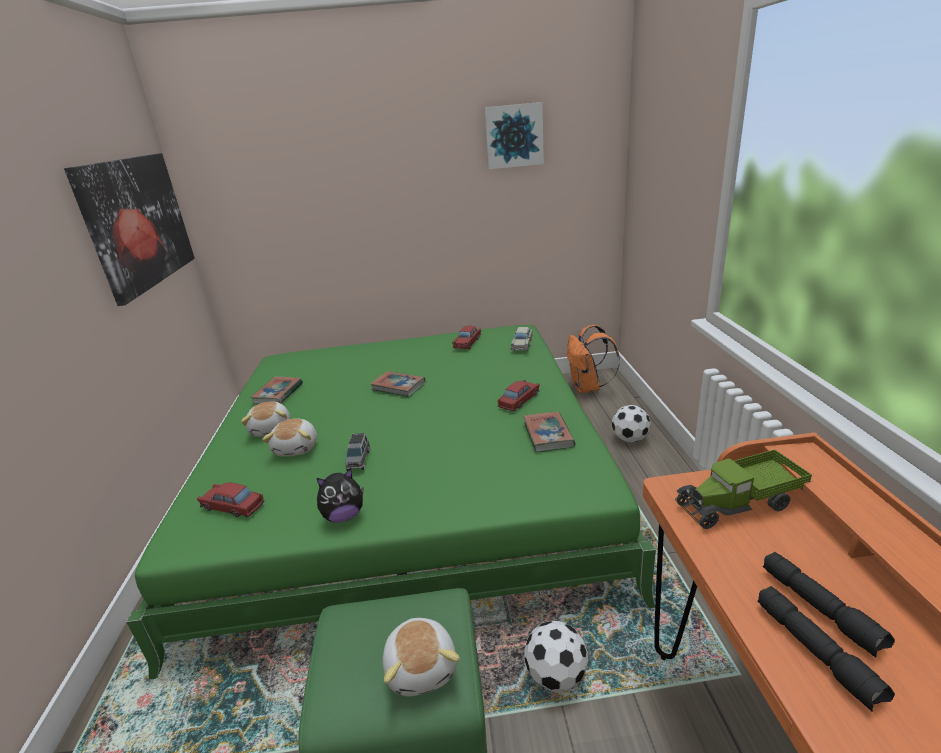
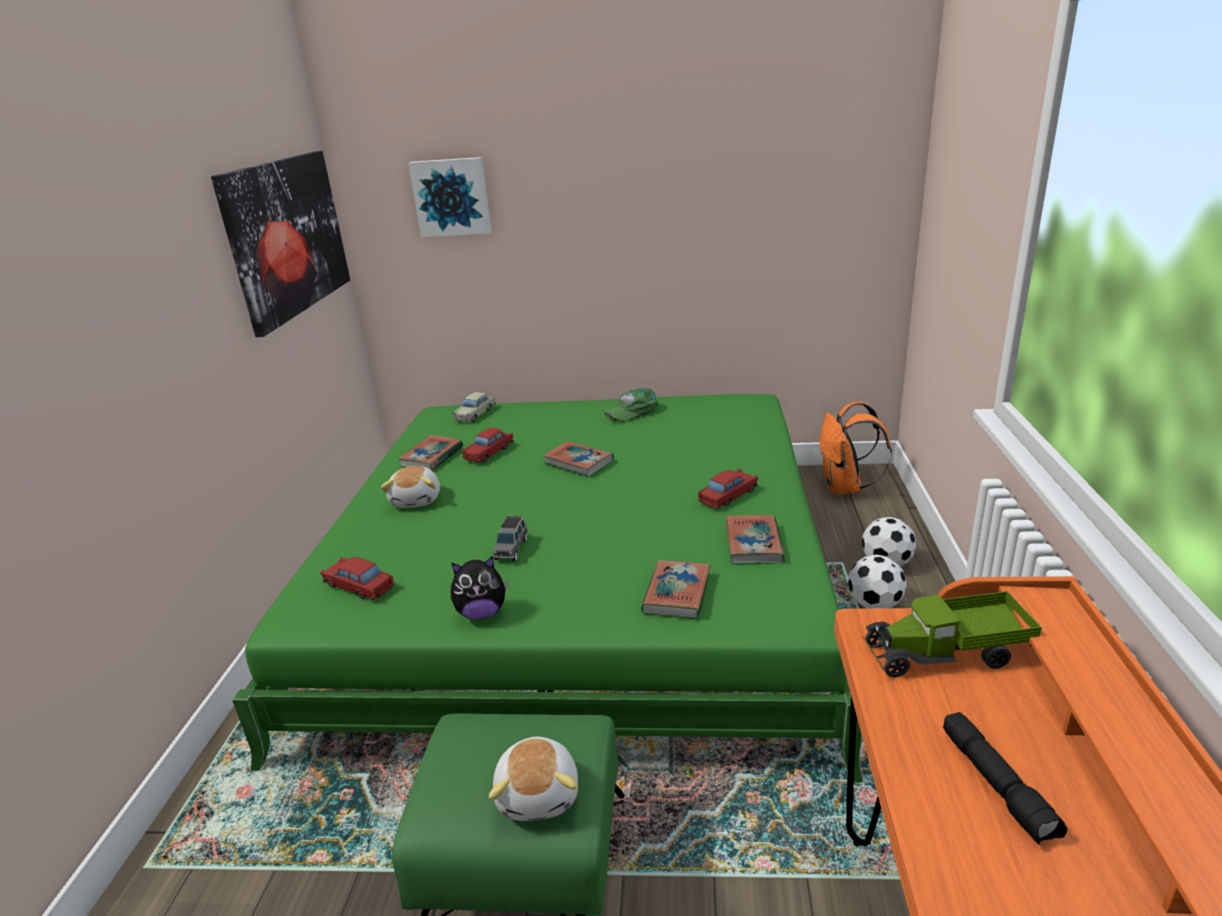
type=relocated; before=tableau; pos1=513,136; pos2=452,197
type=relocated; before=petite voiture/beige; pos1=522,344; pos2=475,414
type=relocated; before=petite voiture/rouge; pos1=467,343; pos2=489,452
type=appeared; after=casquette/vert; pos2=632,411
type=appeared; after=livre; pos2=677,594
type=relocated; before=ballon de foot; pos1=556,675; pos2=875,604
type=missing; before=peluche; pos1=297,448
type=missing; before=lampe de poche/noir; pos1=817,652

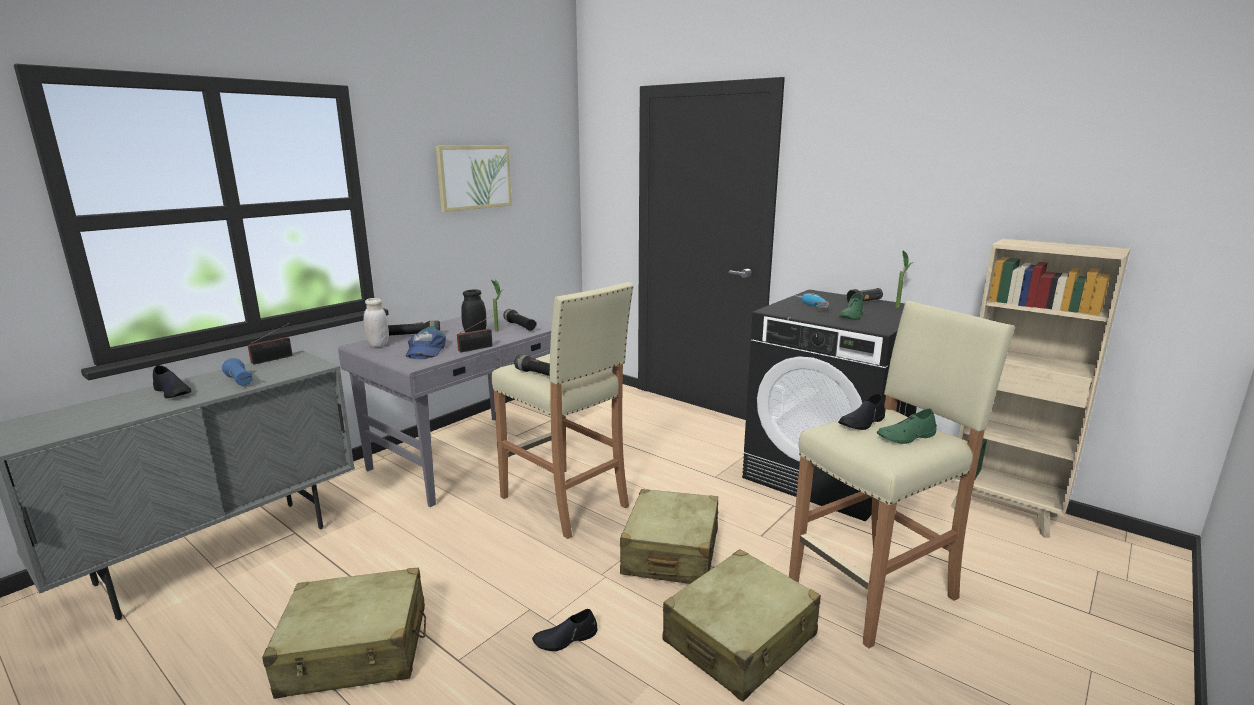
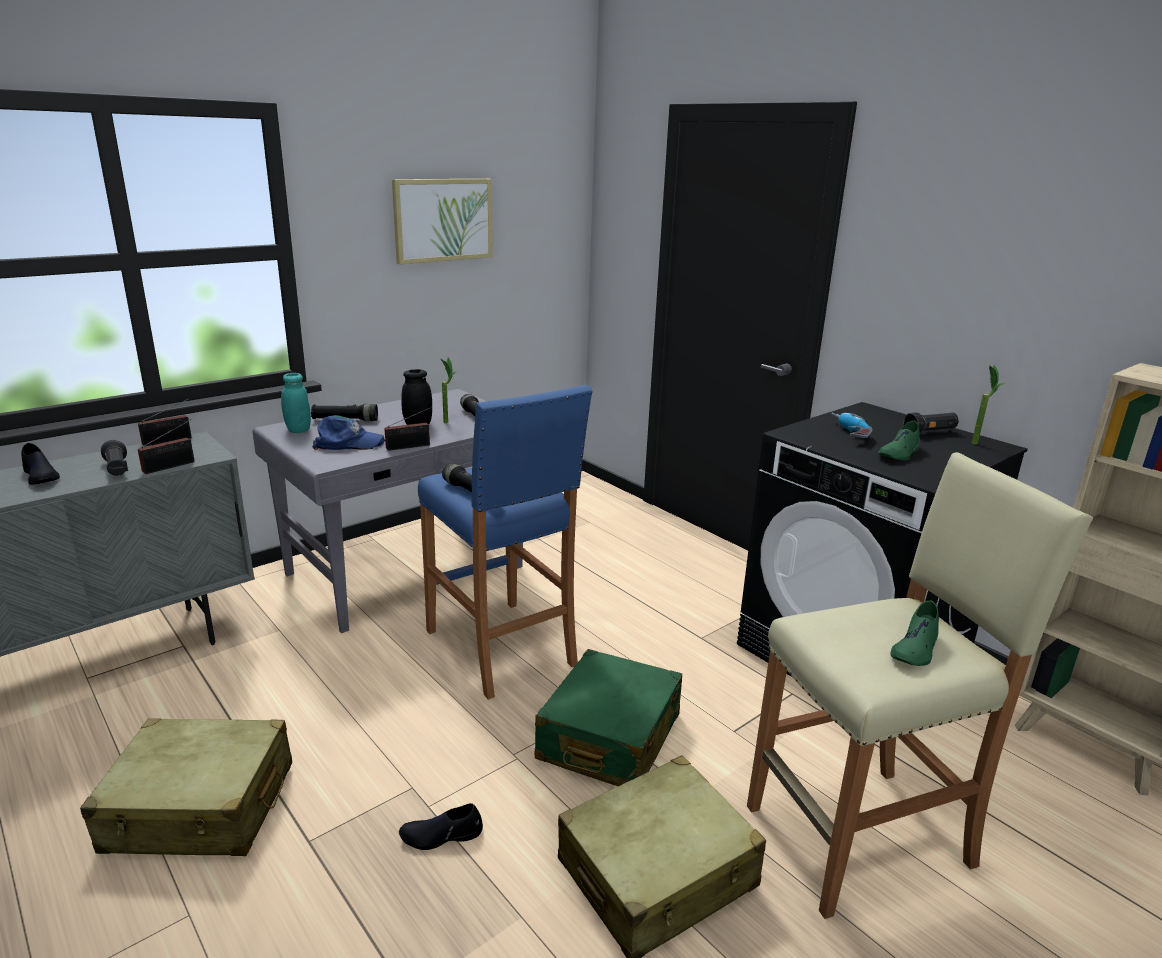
type=colour; before=lampe de poche/bleu; after=lampe de poche/noir; pos1=239,381; pos2=117,469
type=appeared; after=radio; pos2=172,466
type=colour; before=bocal/blanc; after=bocal/turquoise; pos1=378,344; pos2=298,430
type=spun; before=casquette/bleu; pos1=425,350; pos2=348,443; turn=-105
type=colour; before=tabouret/beige; after=tabouret/bleu; pos1=565,502; pos2=501,648
type=colour; before=valise/beige; after=valise/vert; pos1=671,552; pos2=609,737
type=spun; before=chaussure/vert; pos1=906,437; pos2=915,648; turn=-45
type=missing; before=chaussure/noir; pos1=862,422

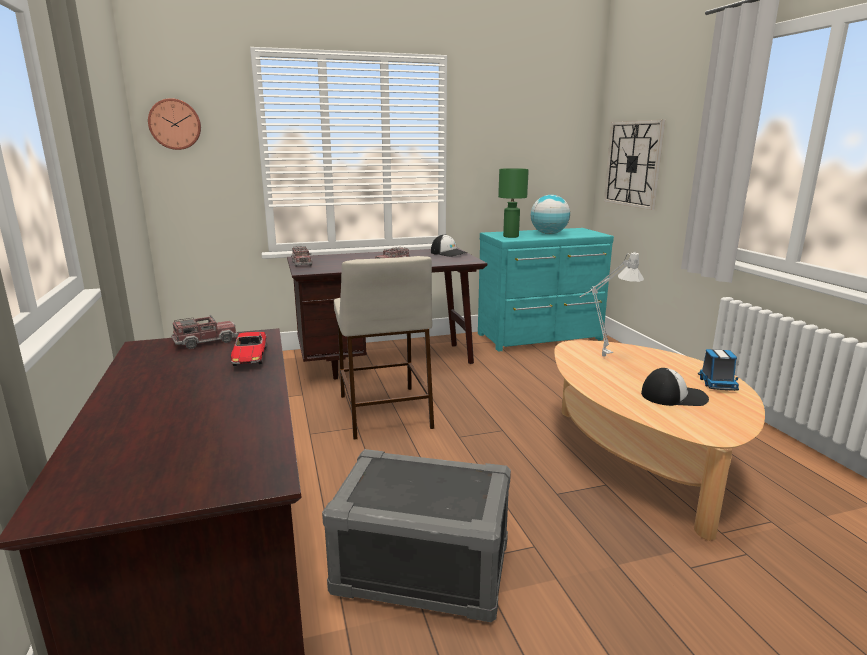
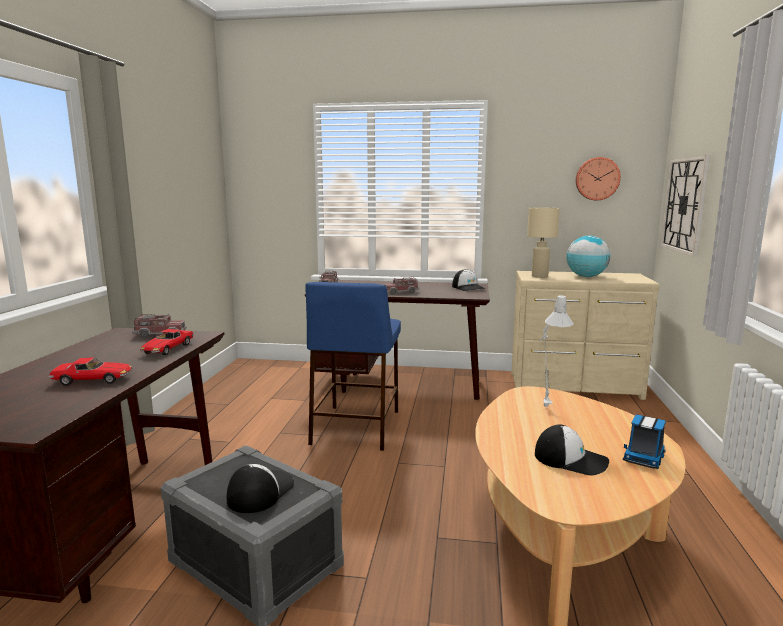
type=appeared; after=petite voiture; pos2=93,380
type=appeared; after=casquette; pos2=260,492
type=colour; before=tabouret/beige; after=tabouret/bleu; pos1=384,410; pos2=356,426
type=colour; before=commode/turquoise; after=commode/beige; pos1=541,337; pos2=575,386
type=colour; before=lampe de table/vert; after=lampe de table/beige; pos1=511,236; pos2=539,276
type=relocated; before=horloge murale; pos1=175,124; pos2=597,178

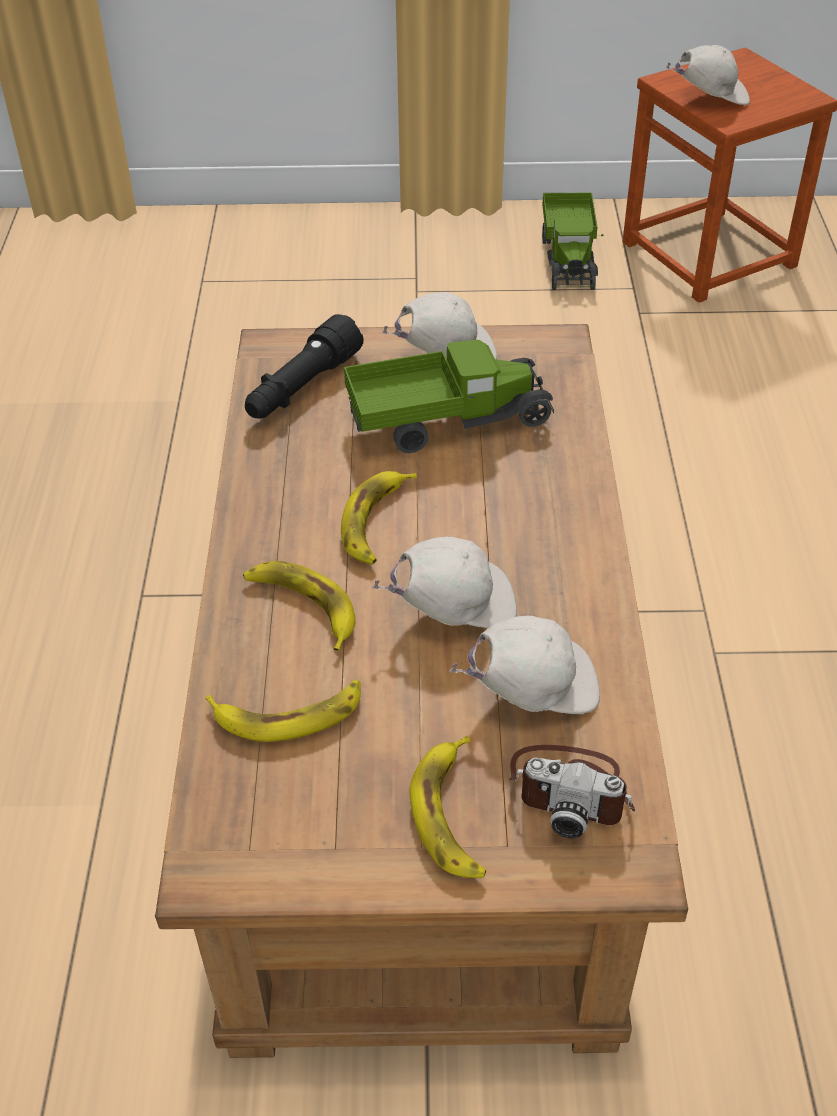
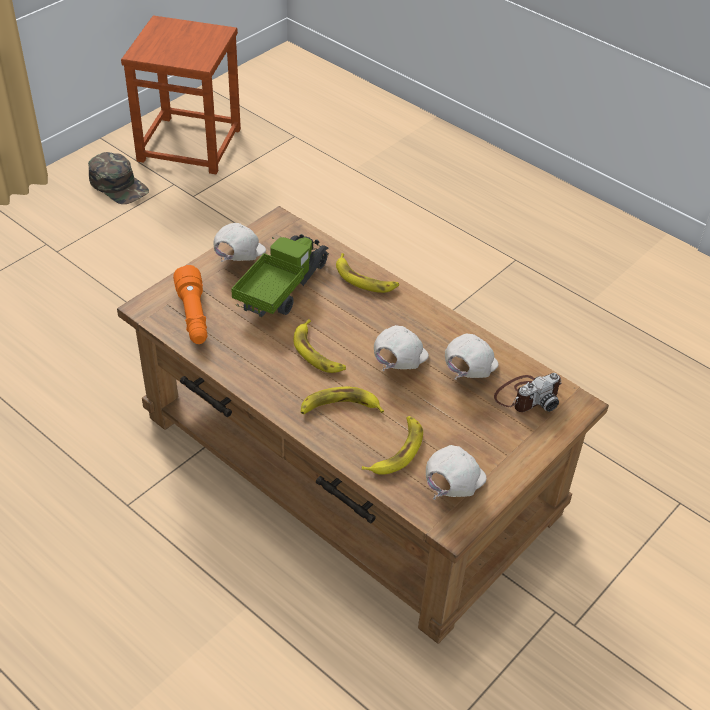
type=exchanged; before=camion jouet; after=casquette/vert; pos1=569,258; pos2=119,185
type=colour; before=lampe de poche/noir; after=lampe de poche/orange; pos1=302,387; pos2=193,316
type=relocated; before=banane; pos1=452,815; pos2=364,279
type=relocated; before=casquette/blanc; pos1=709,98; pos2=451,486

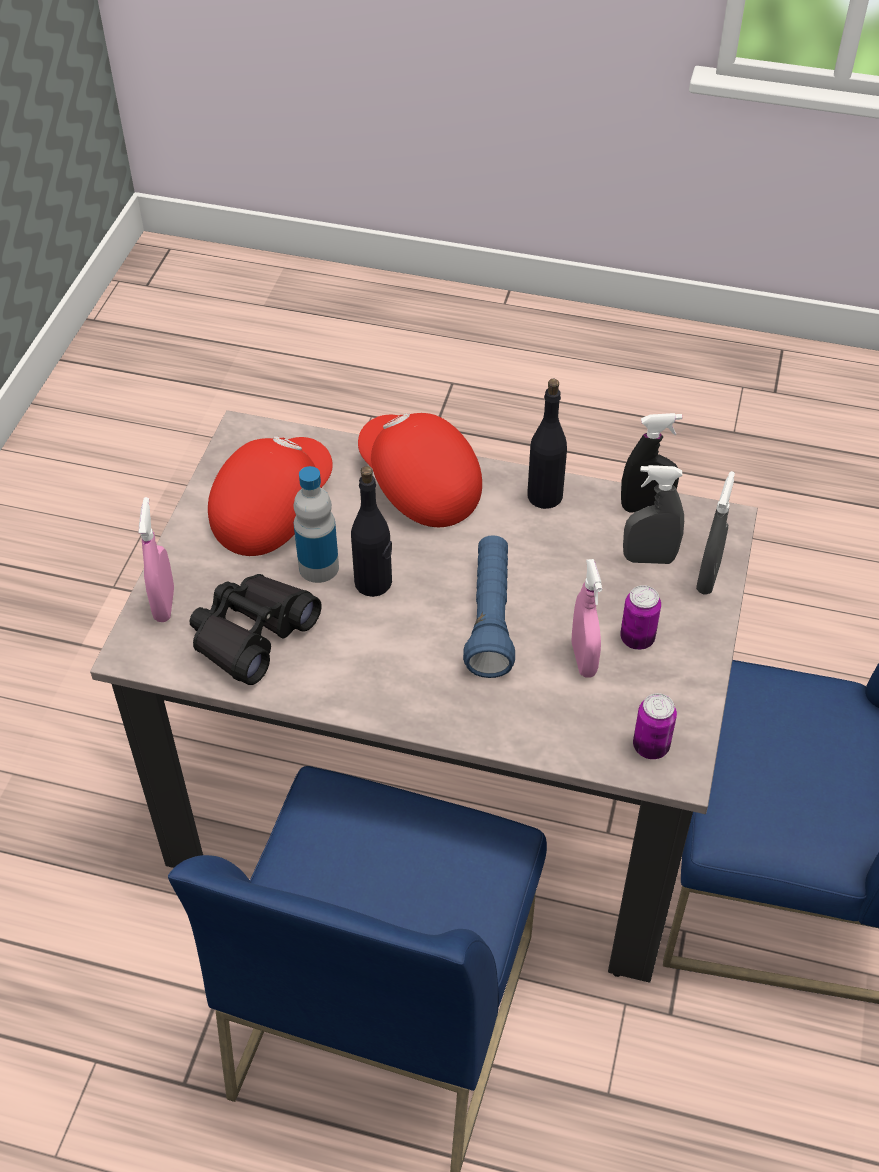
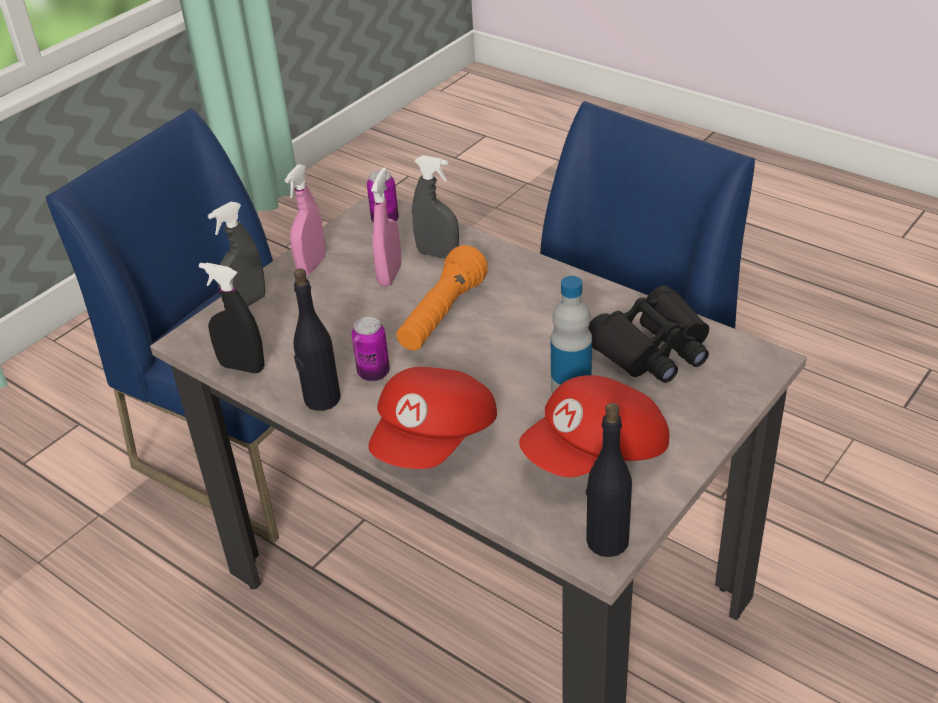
type=relocated; before=vaporisateur/rose; pos1=164,604; pos2=311,265
type=relocated; before=boîte métallique; pos1=637,639; pos2=373,373
type=spun; before=casquette/rouge; pos1=418,485; pos2=435,440; turn=45
type=colour; before=lampe de poche/bleu; after=lampe de poche/orange; pos1=490,618; pos2=442,316
type=relocated; before=vaporisateur/gris; pos1=649,559; pos2=437,254
type=relocated; before=bouteille/noir; pos1=373,583; pos2=607,541

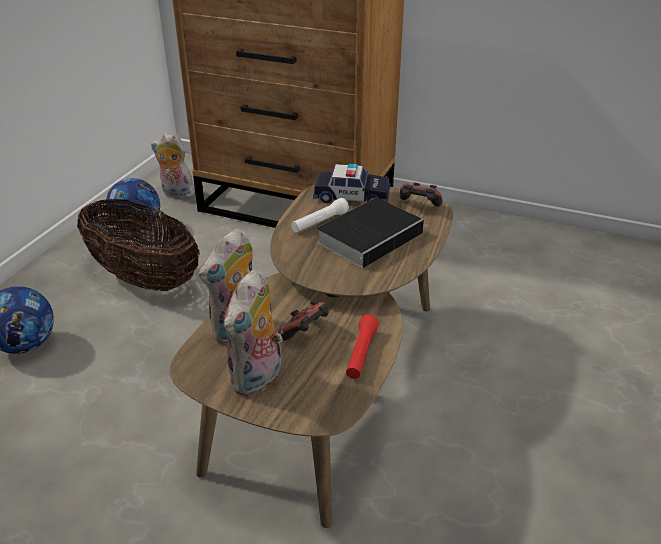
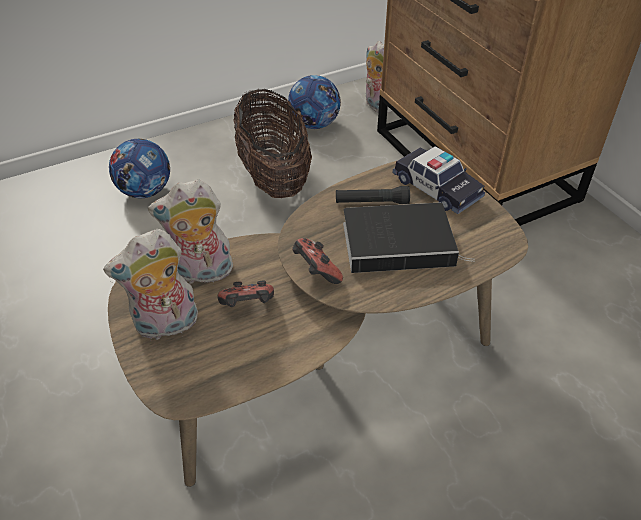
type=relocated; before=manette; pos1=418,207; pos2=315,272
type=colour; before=lampe de poche/blanc; after=lampe de poche/noir; pos1=320,222; pos2=372,202
type=missing; before=lampe de poche/rouge; pos1=361,353

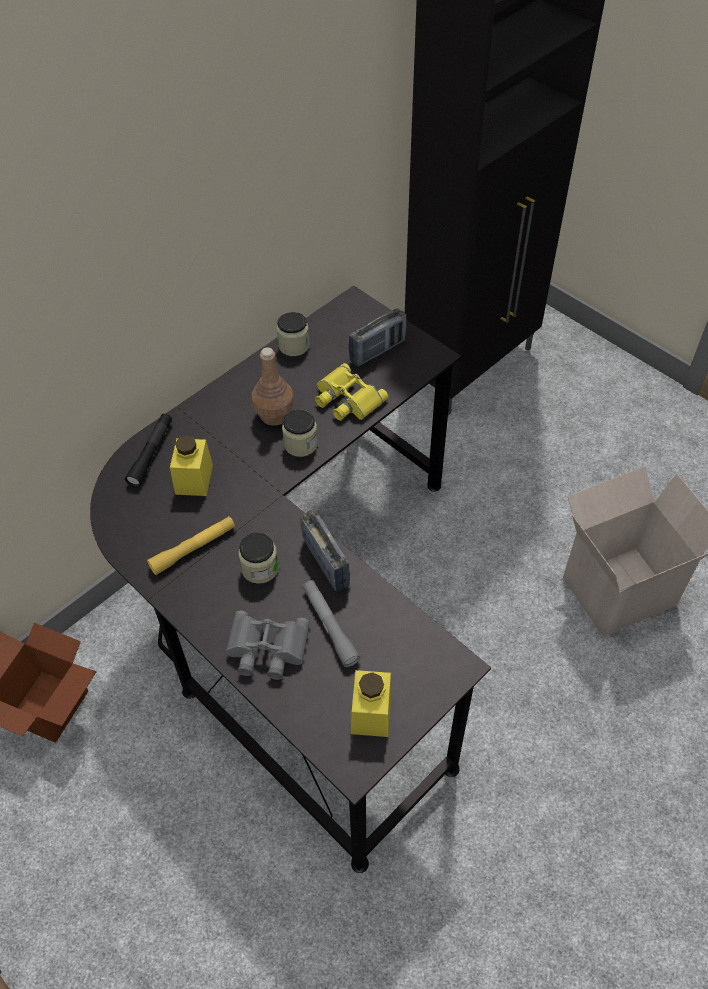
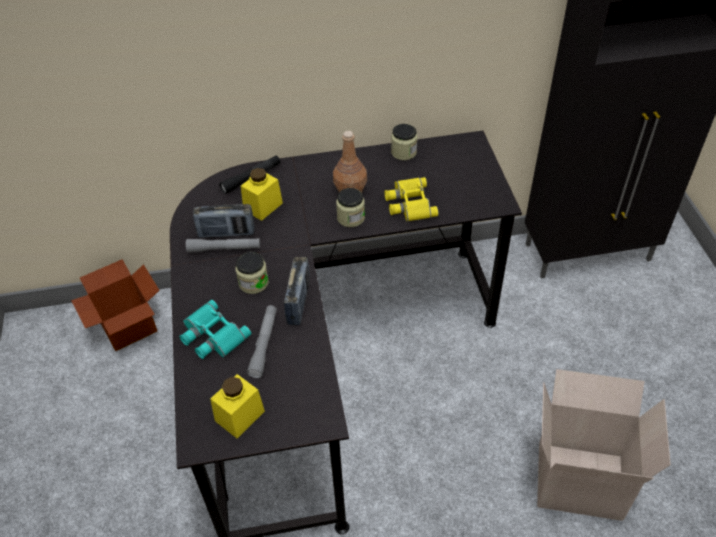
type=colour; before=jumelles/gris; after=jumelles/turquoise; pos1=266,649; pos2=212,335
type=colour; before=lampe de poche/jaune; after=lampe de poche/gris; pos1=193,549; pos2=224,249
type=relocated; before=radio; pos1=377,351; pos2=226,233

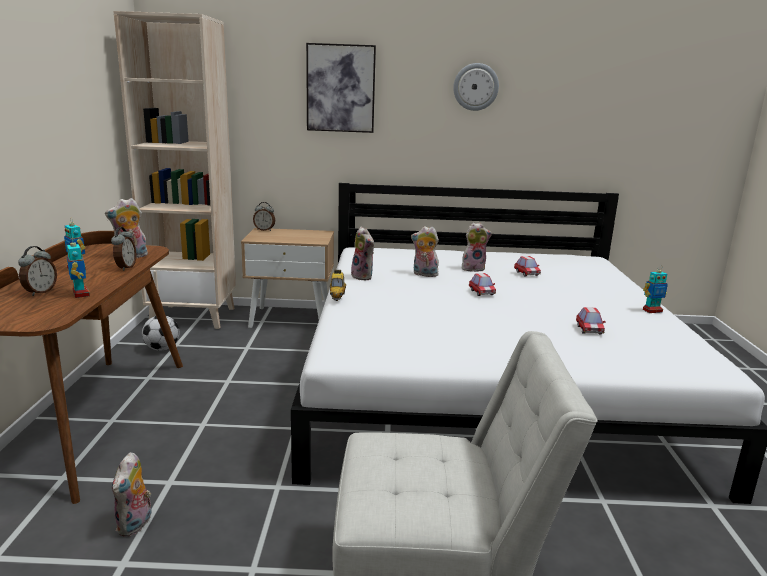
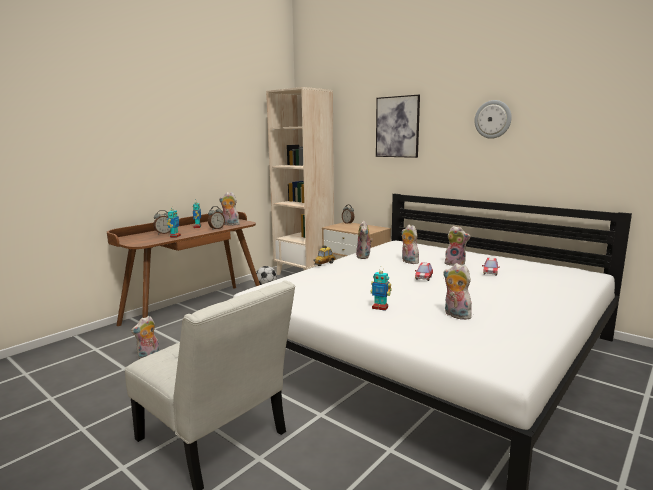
type=relocated; before=robot jouet; pos1=652,310; pos2=380,307
type=exchanged; before=petite voiture; after=peluche; pos1=589,330; pos2=455,315

